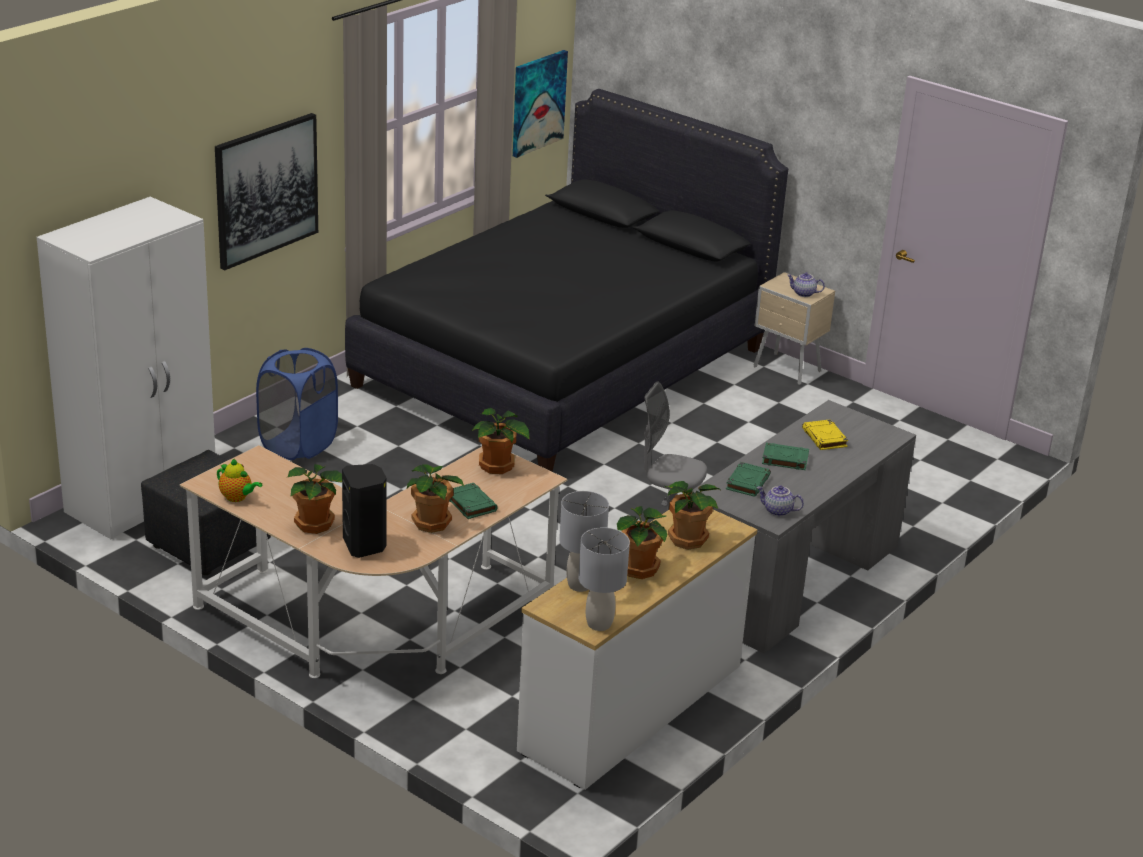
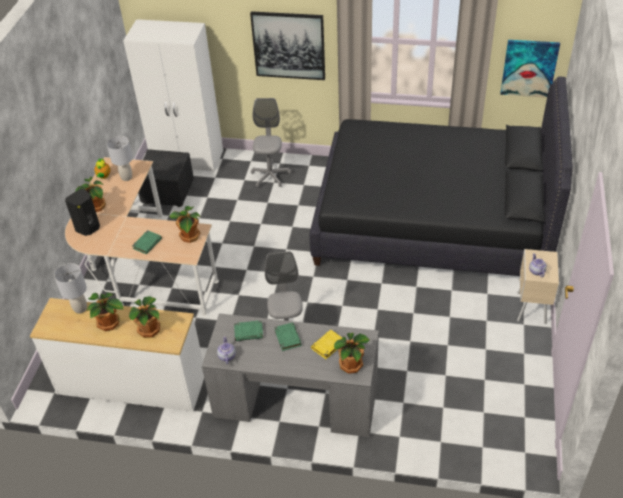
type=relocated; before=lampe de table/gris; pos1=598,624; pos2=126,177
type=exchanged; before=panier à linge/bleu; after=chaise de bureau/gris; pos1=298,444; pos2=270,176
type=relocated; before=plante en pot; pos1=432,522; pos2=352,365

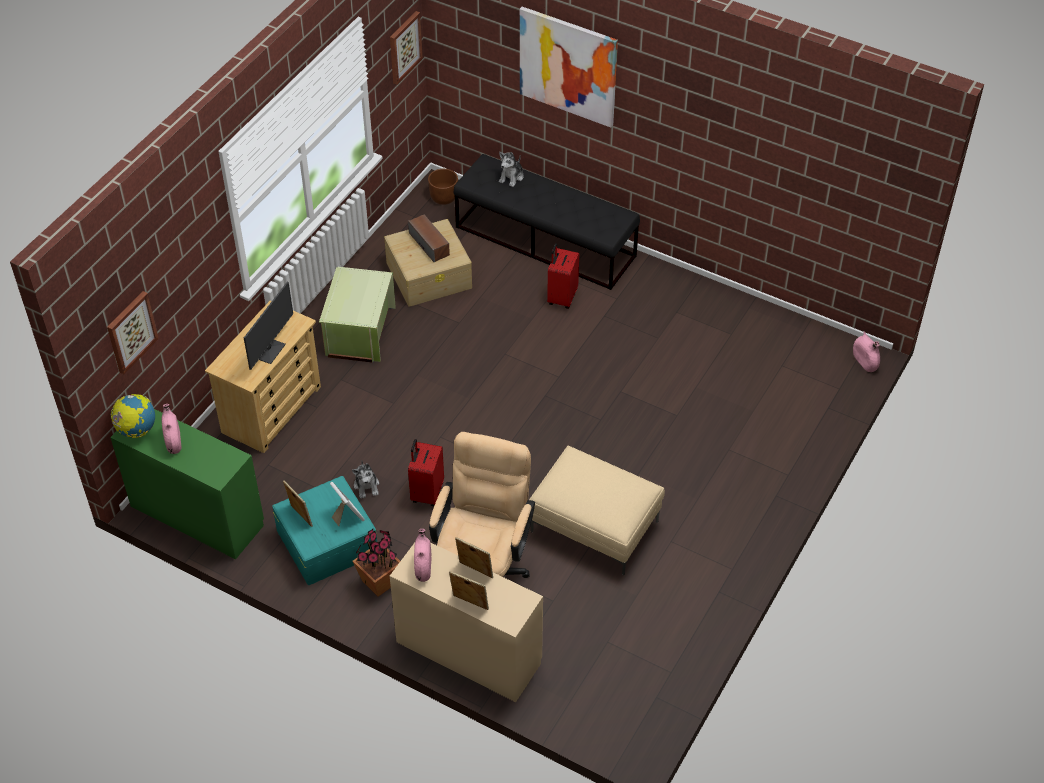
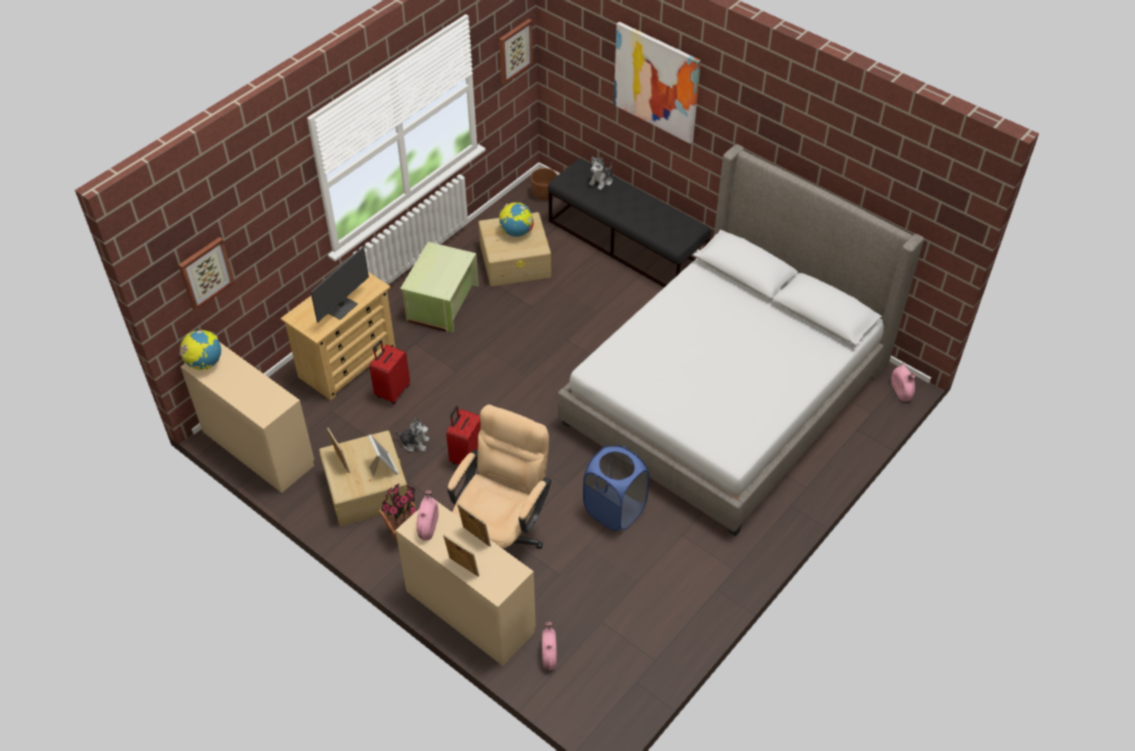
type=colour; before=bureau/vert; after=bureau/beige; pos1=197,515; pos2=258,448
type=colour; before=boîte de rangement/turquoise; after=boîte de rangement/beige; pos1=327,541; pos2=367,488
type=relocated; before=valise/rouge; pos1=561,297; pos2=392,391
type=spun; before=peluche; pos1=367,486; pos2=414,442; turn=-75
type=exchanged; before=enceinte; after=globe; pos1=429,244; pos2=517,232
type=relocated; before=vase/rose; pos1=173,441; pos2=549,655
type=appeared; after=lit; pos2=725,395
type=exchanged; before=pouf/beige; after=panier à linge/bleu; pos1=596,526; pos2=614,510

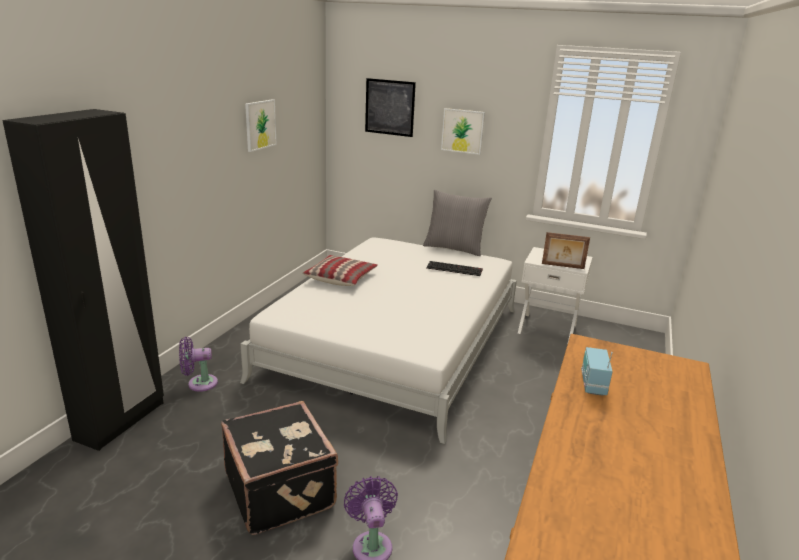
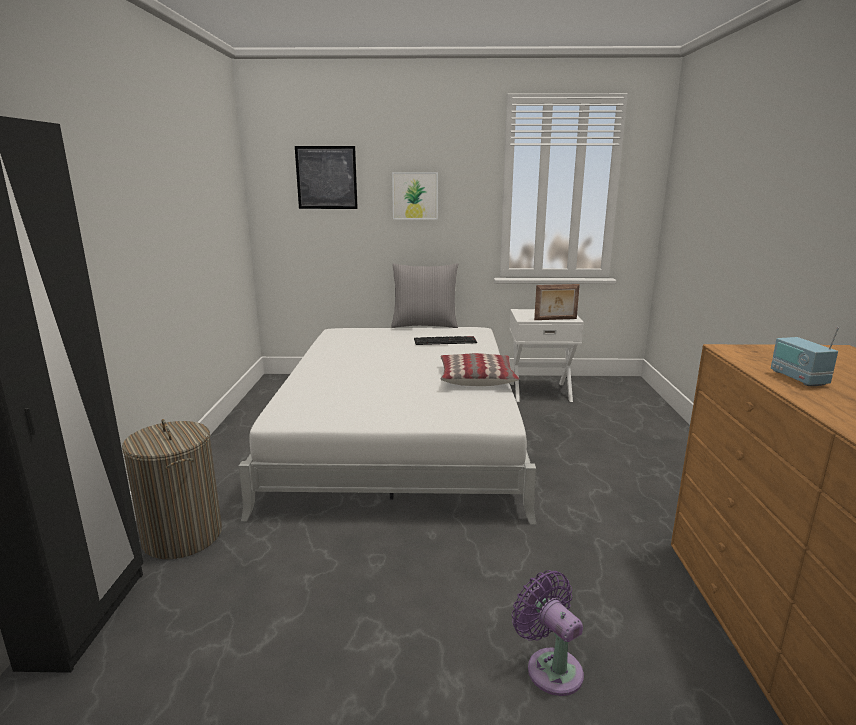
type=exchanged; before=ventilateur/violet; after=panier à linge; pos1=199,383; pos2=183,536
type=relocated; before=coussin; pos1=341,278; pos2=476,378
type=missing; before=valise/noir; pos1=281,489
type=missing; before=tableau; pos1=260,125

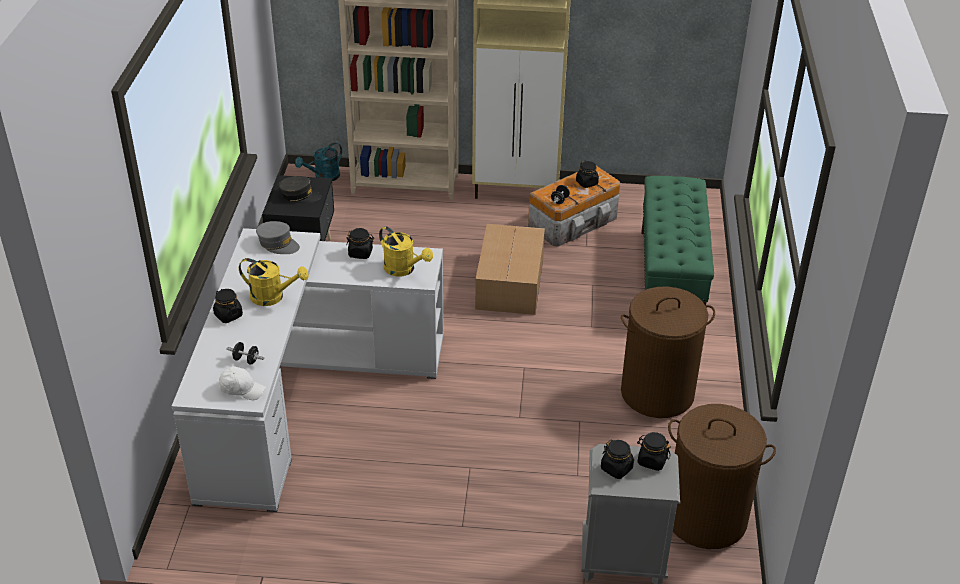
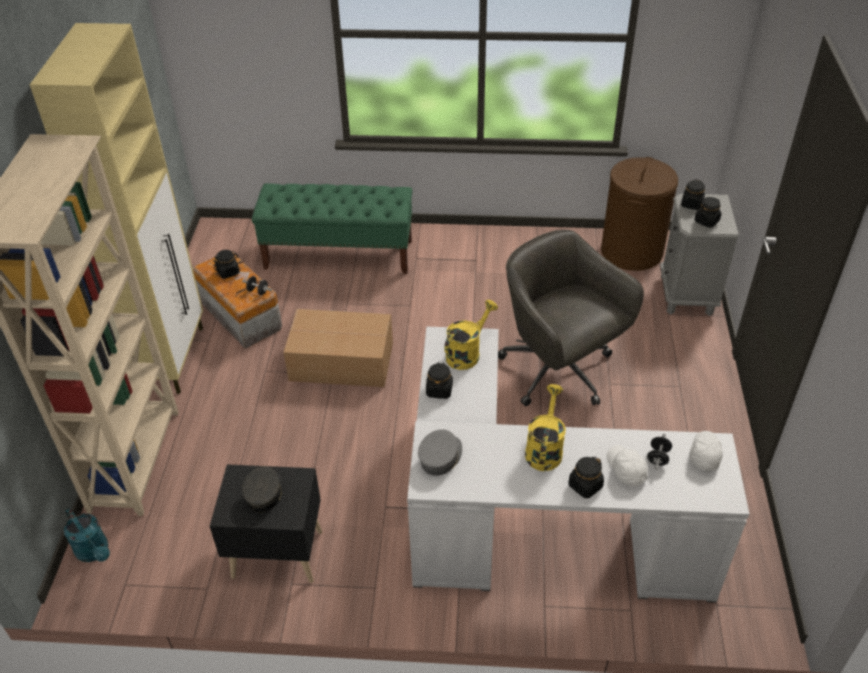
type=appeared; after=chaise de bureau/gris; pos2=559,372
type=appeared; after=casquette/blanc; pos2=625,469
type=missing; before=panier à linge/marron; pos1=657,393

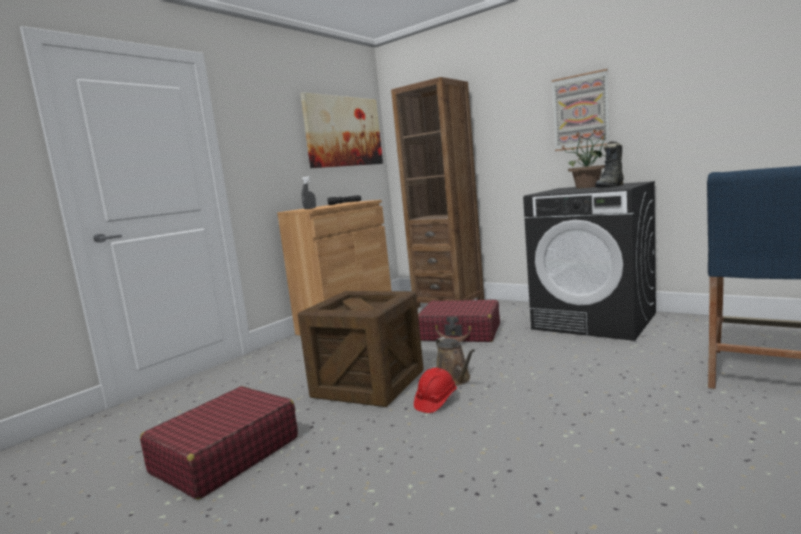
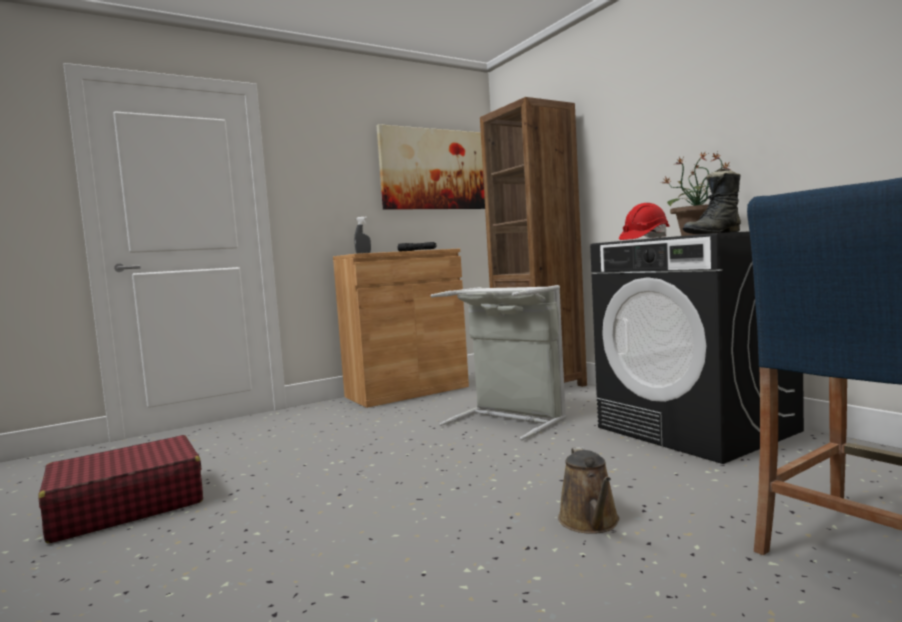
type=exchanged; before=valise/rouge; after=panier à linge/gris; pos1=461,333; pos2=509,419
type=relocated; before=arrosoir/marron; pos1=454,380; pos2=590,522
type=relocated; before=casque de chantier/rouge; pos1=435,401; pos2=644,239
type=missing; before=caisse; pos1=368,384
type=missing; before=tableau; pos1=580,111

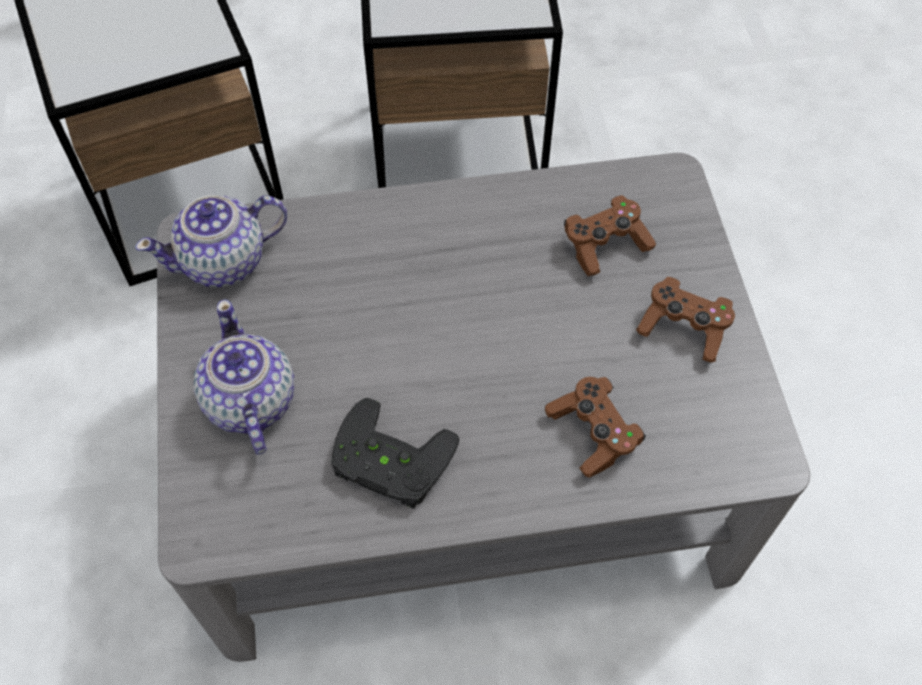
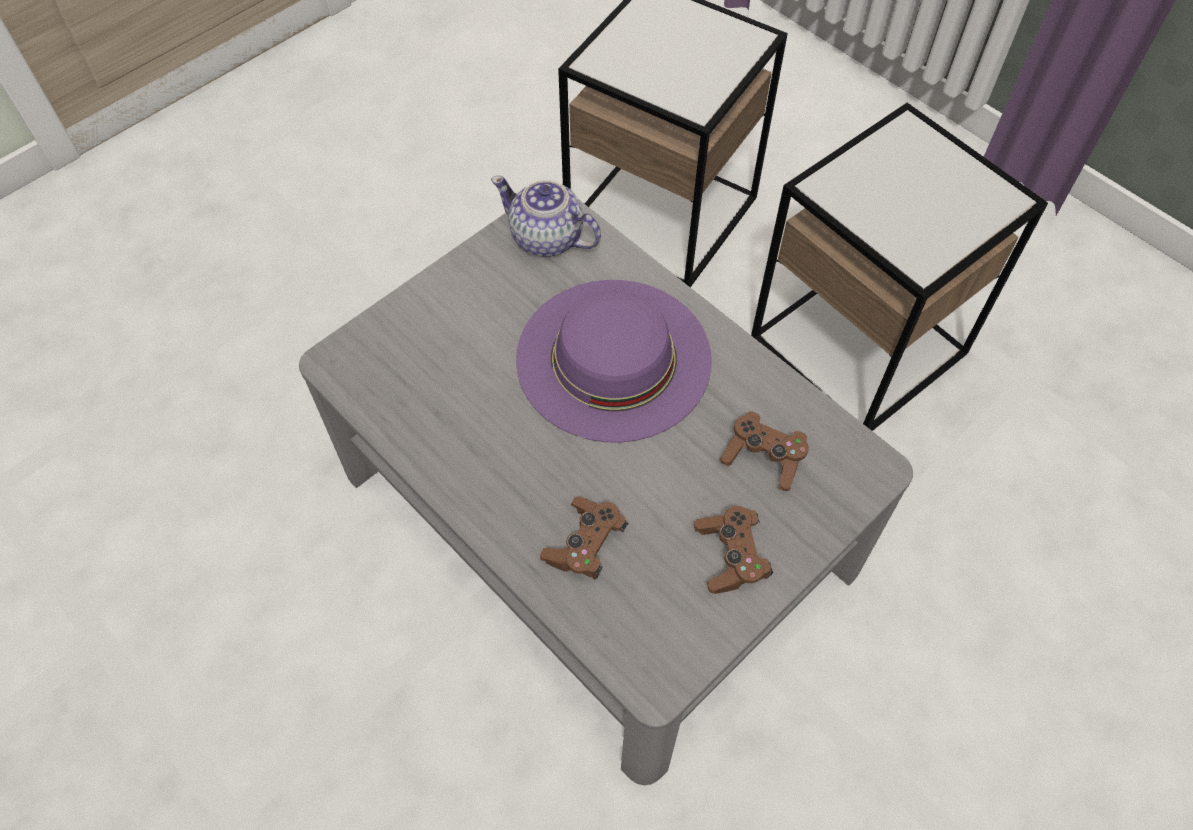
type=appeared; after=chapeau/violet; pos2=613,358
type=missing; before=théière; pos1=250,402
type=missing; before=manette/noir; pos1=388,464

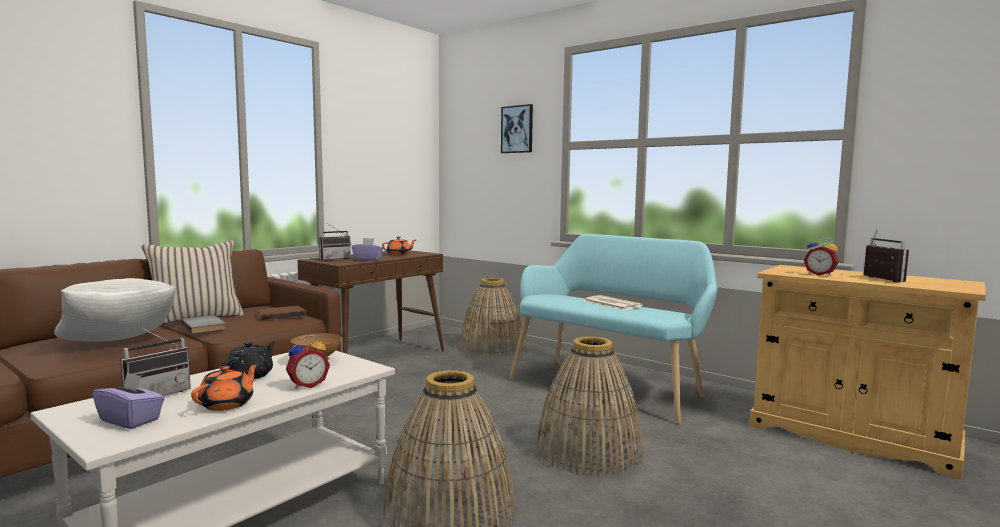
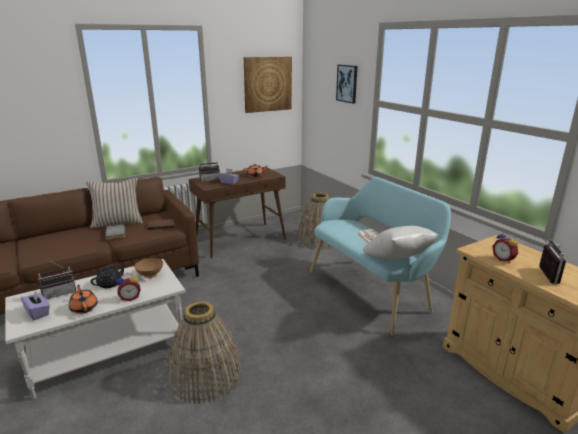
type=spun; before=théière/orange; pos1=227,404; pos2=84,308; turn=-75
type=appeared; after=tableau; pos2=267,84
type=relocated; before=coussin/blanc; pos1=118,343; pos2=398,260
type=missing; before=panier; pos1=589,450

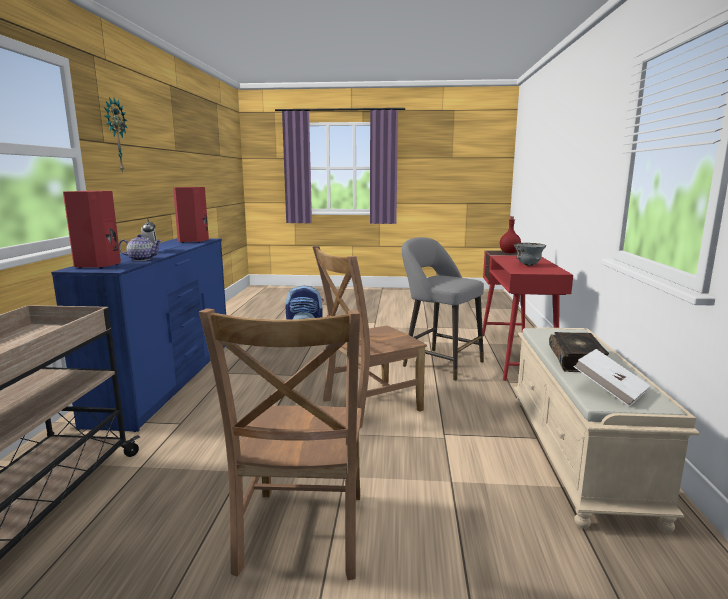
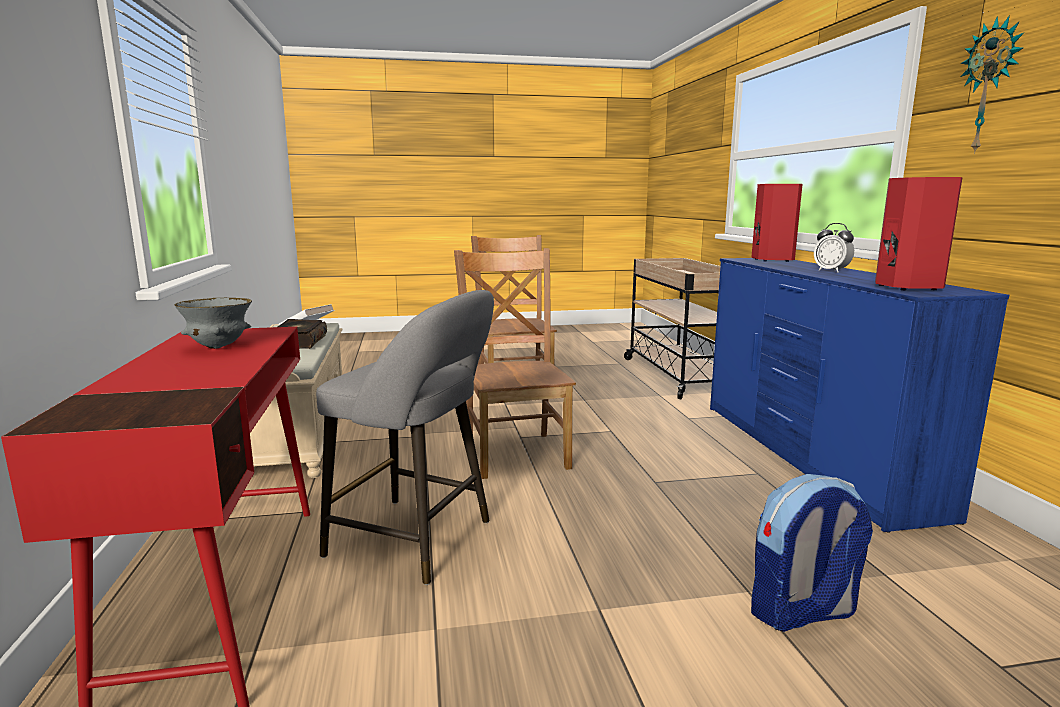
type=spun; before=chaise/marron; pos1=368,406; pos2=515,452; turn=-60
type=missing; before=théière; pos1=141,259
type=missing; before=bouteille/rouge; pos1=509,252

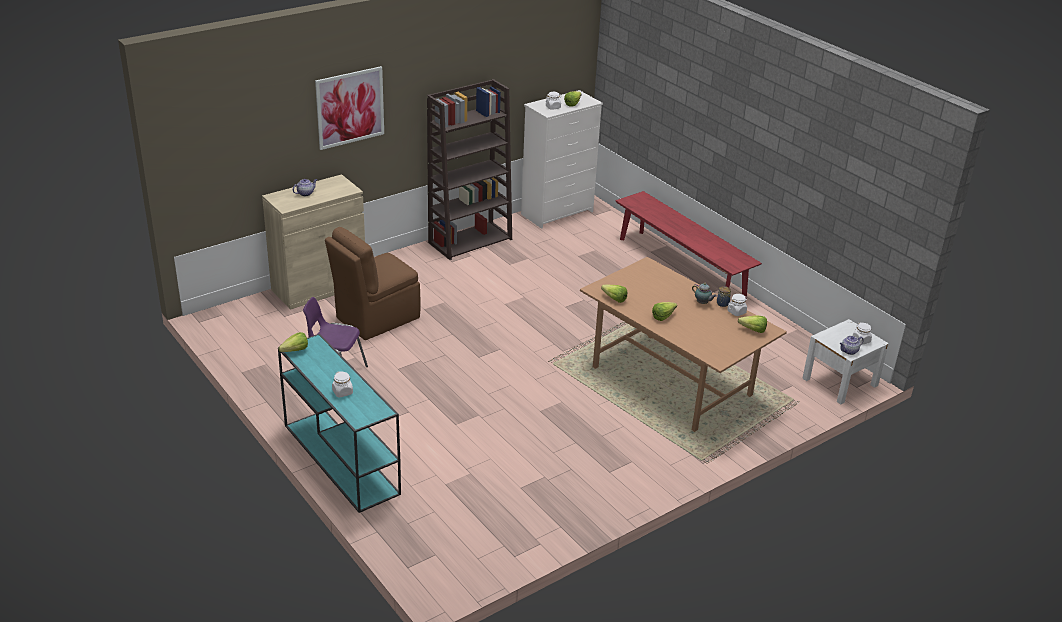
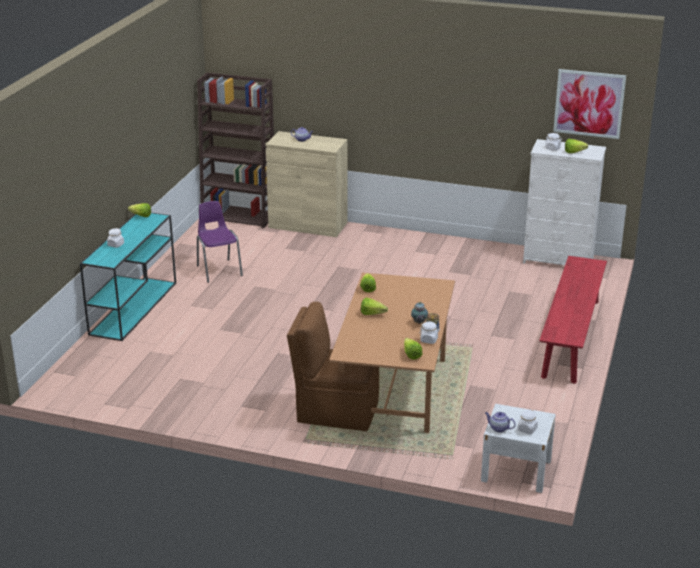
type=relocated; before=bibliothèque/marron; pos1=470,240; pos2=239,216
type=relocated; before=chaise/marron; pos1=376,318; pos2=335,411
type=relocated; before=tableau; pos1=350,107; pos2=589,103

